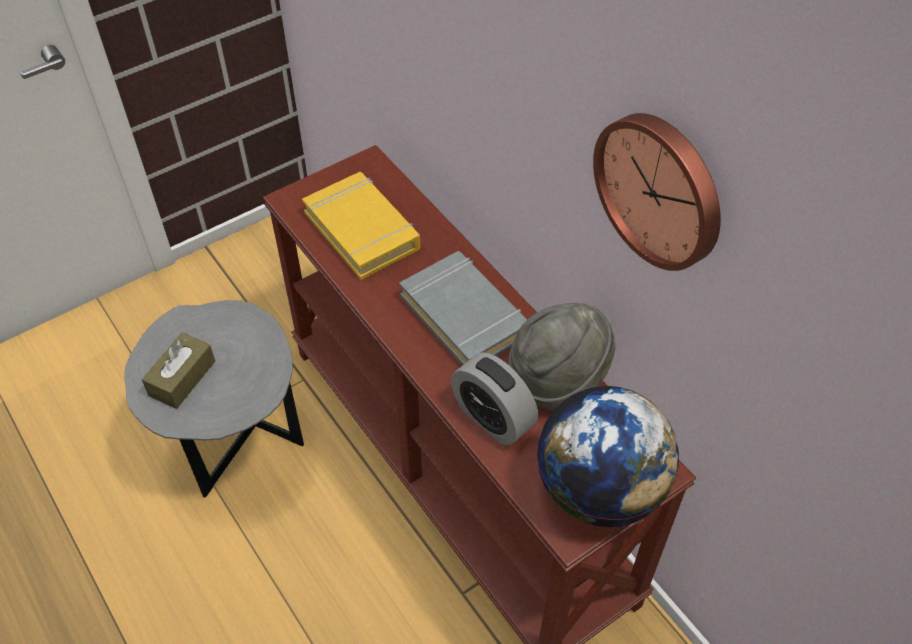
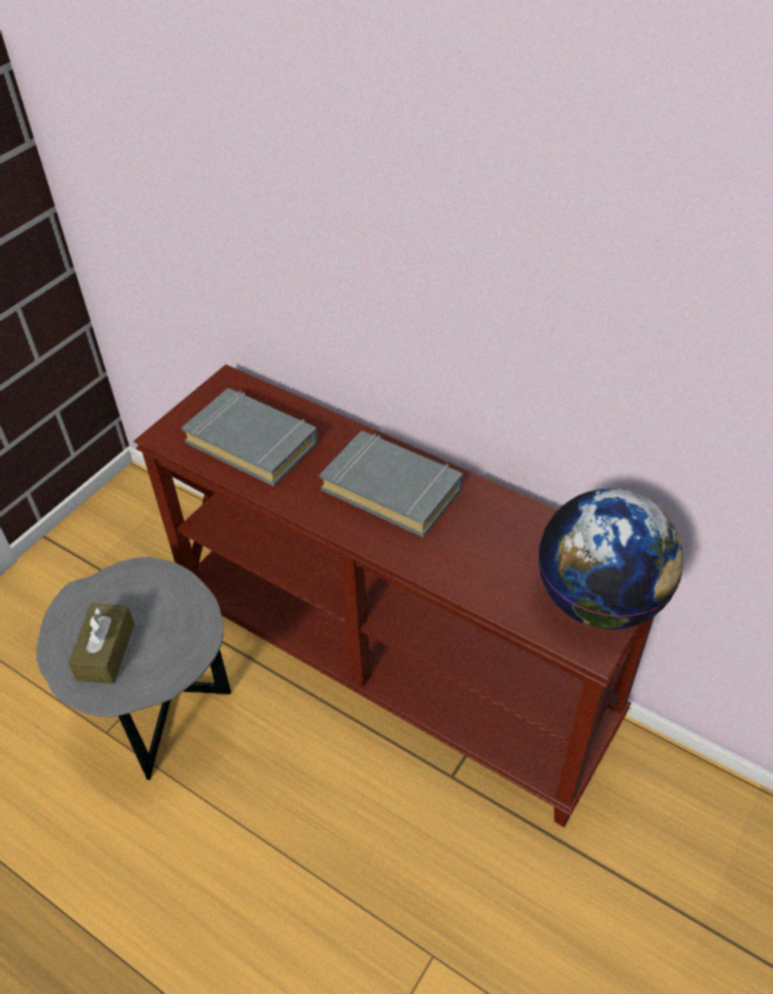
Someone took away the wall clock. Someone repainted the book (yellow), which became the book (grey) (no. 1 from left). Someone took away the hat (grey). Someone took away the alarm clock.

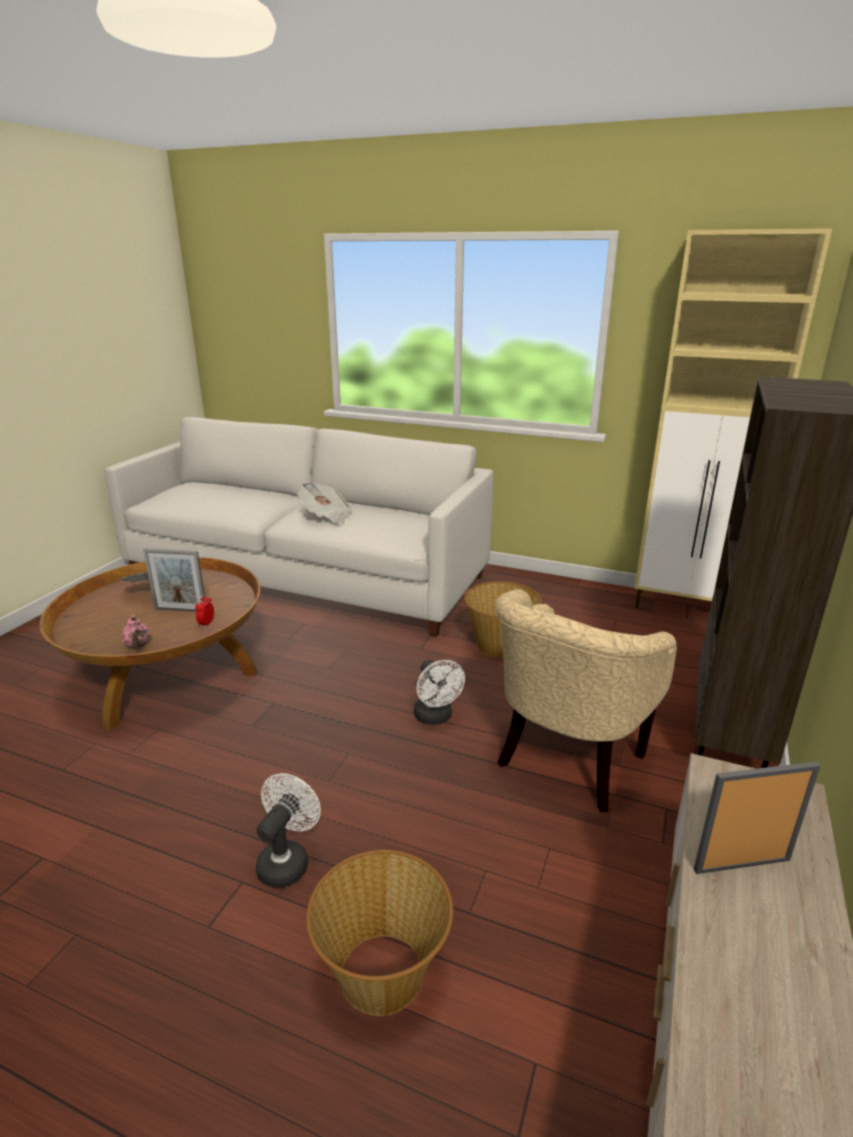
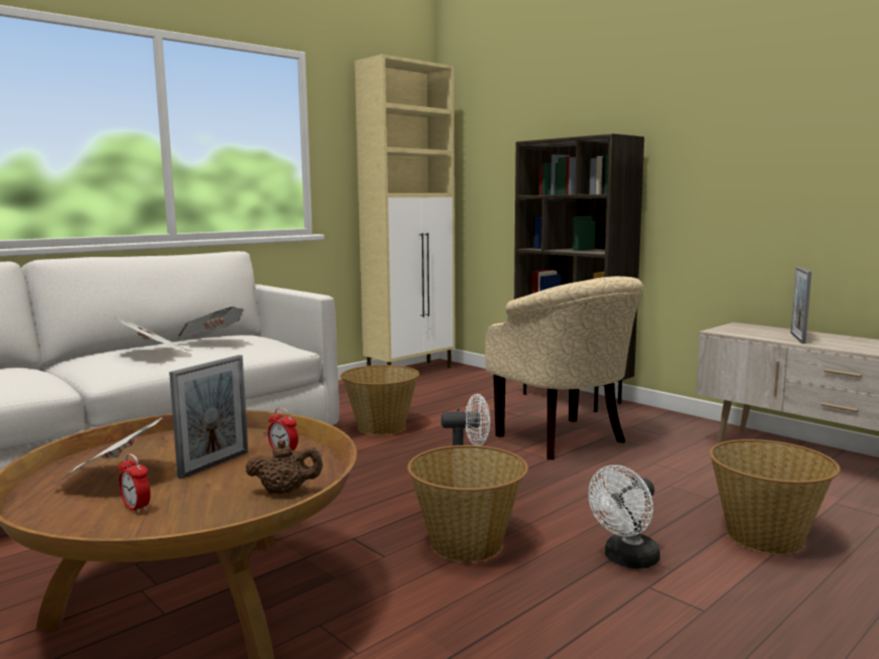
Someone repainted the teapot (pink), which became the teapot (brown). Someone rotated the fan (white) (no. 1 from left in the first image) by 90 degrees counterclockwise. Someone put down the newspaper (no. 3 from left). Someone put down the basket (no. 2 from left). Someone put down the alarm clock (no. 1 from left).

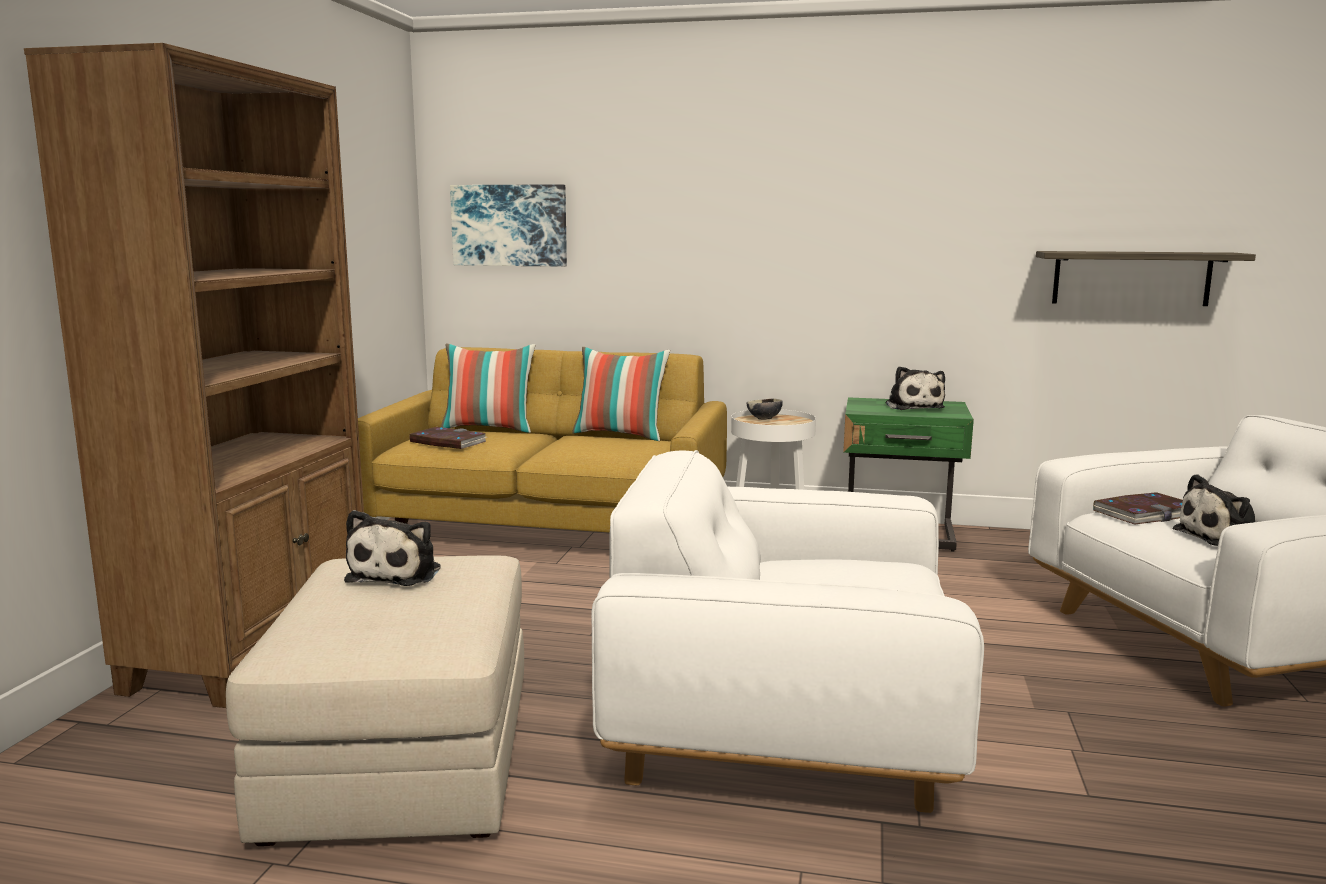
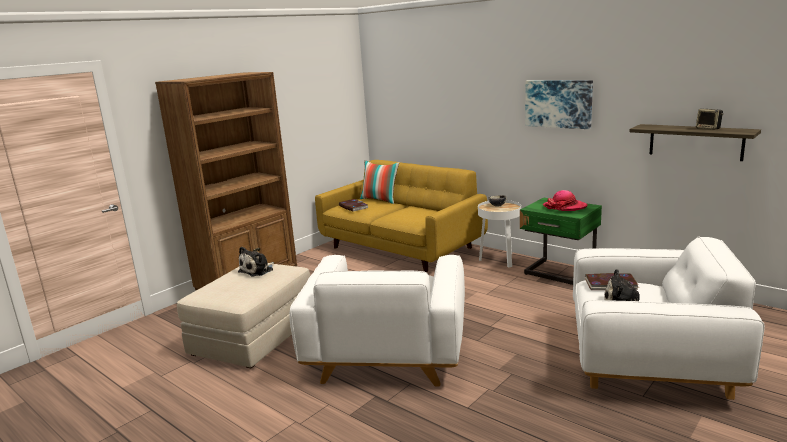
Someone carried the picture. Someone took away the pillow (no. 2 from left). Someone swapped the plush toy (no. 2 from left) for the hat. Someone rotated the armchair (white) (no. 1 from left) by 120 degrees counterclockwise. Someone put down the speaker.

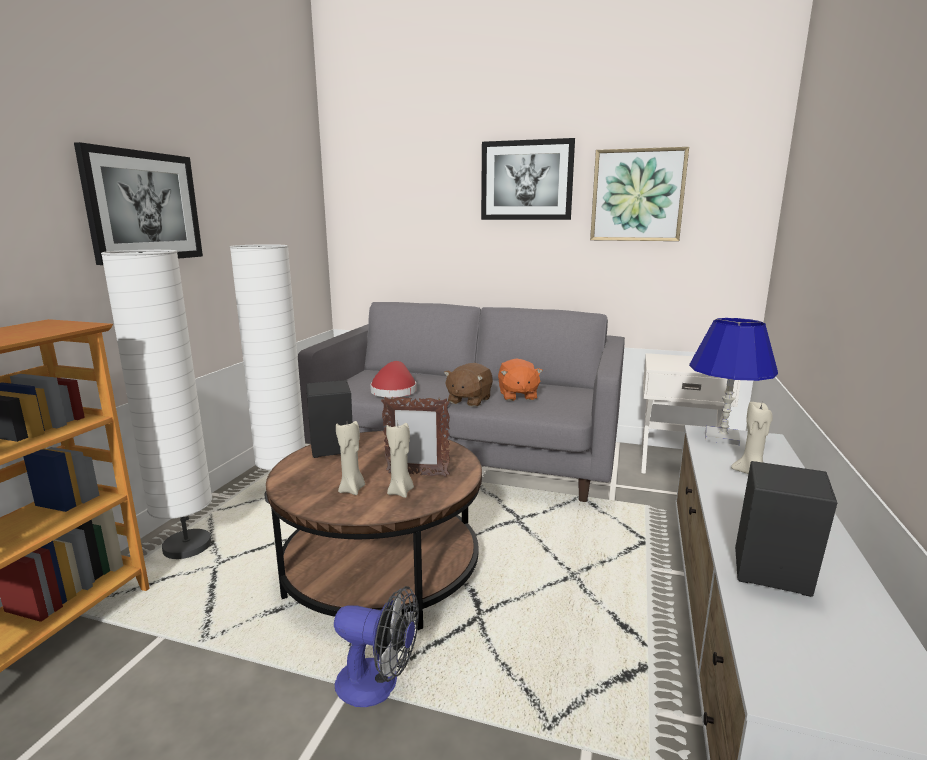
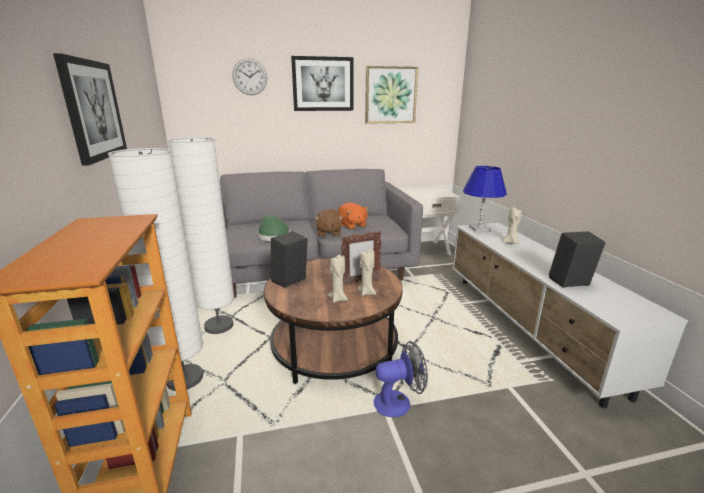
Someone repainted the hat (red), which became the hat (green). Someone put up the wall clock.

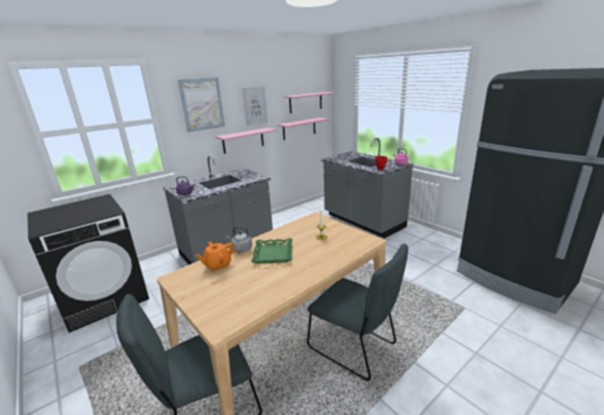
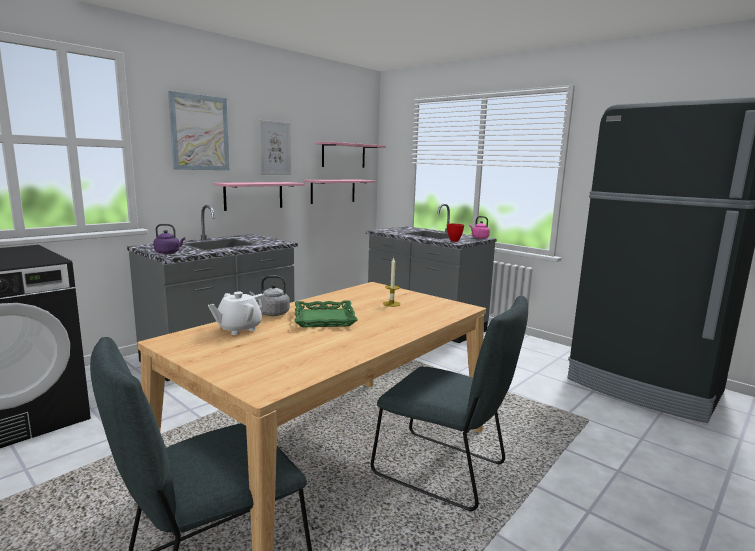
Someone repainted the teapot (orange), which became the teapot (white).

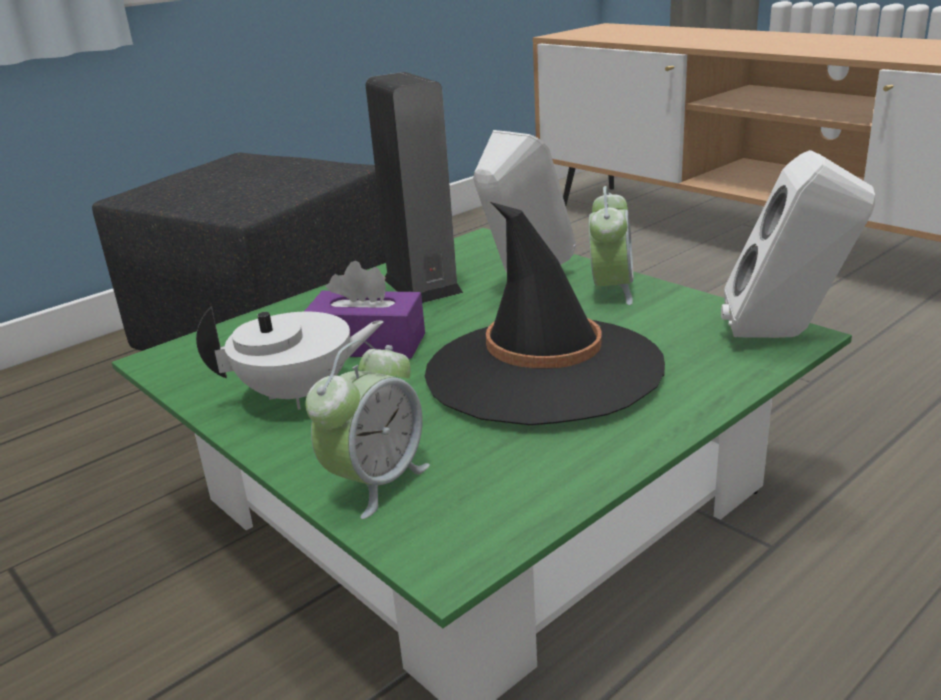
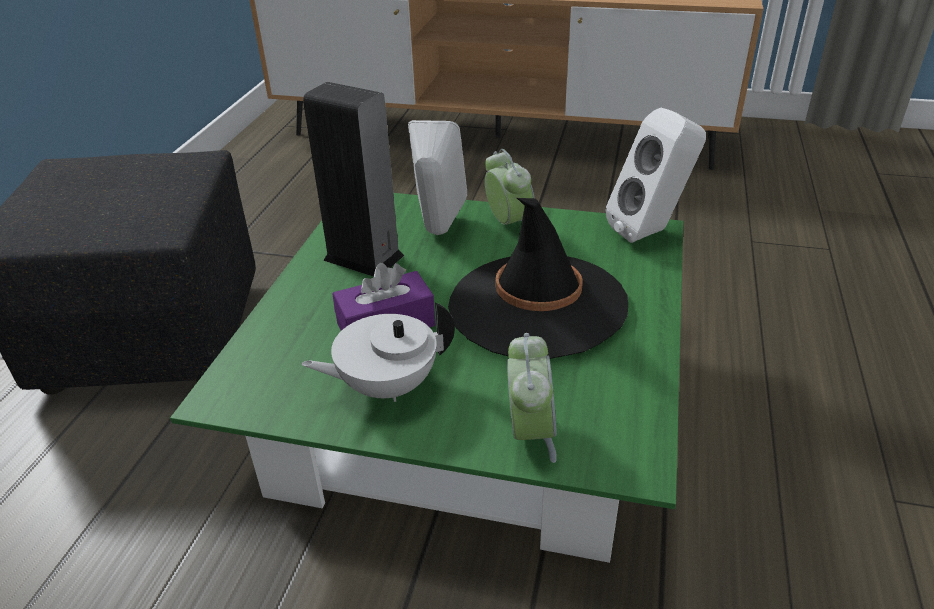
Someone rotated the teapot (white) by 150 degrees counterclockwise.

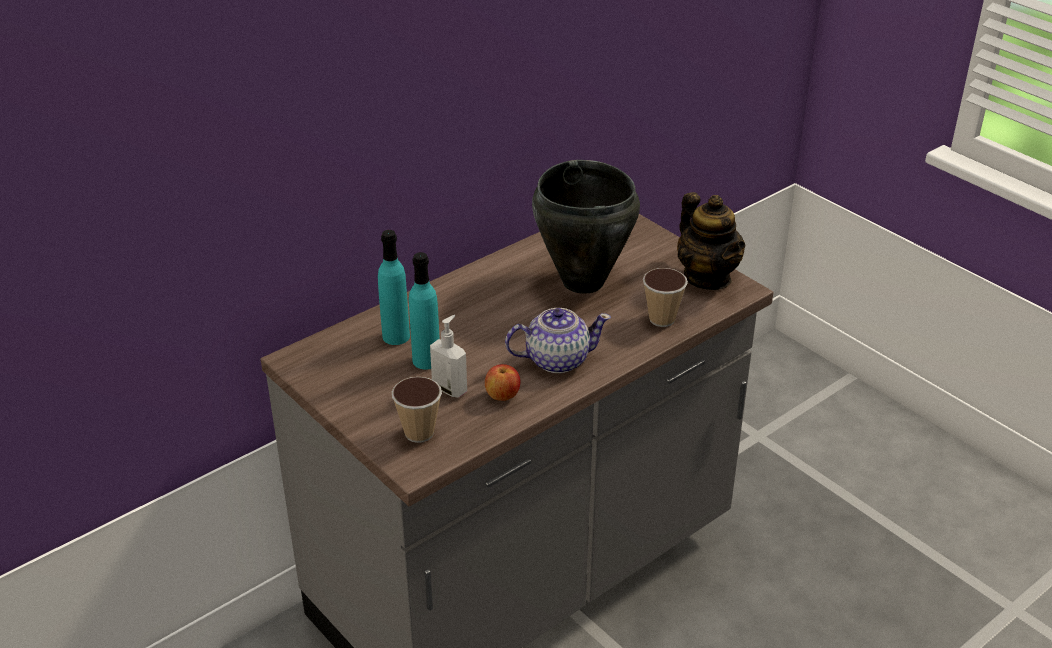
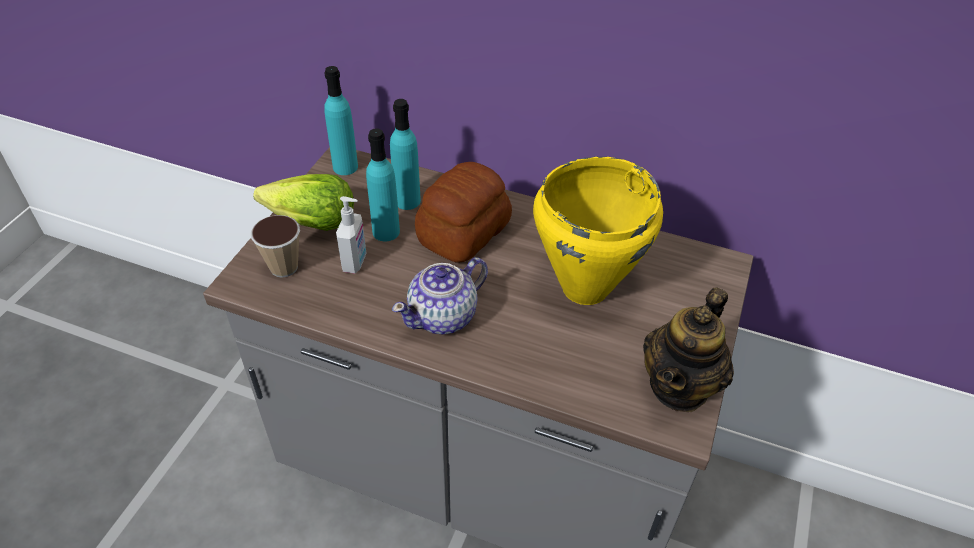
Someone repainted the cooking pot (black), which became the cooking pot (yellow). Someone took away the cup (no. 2 from left). Someone rotated the teapot (no. 1 from left) by 90 degrees clockwise. Someone took away the apple. Someone put down the bottle (turquoise) (no. 1 from left). Someone put down the bread. Someone put down the lettuce.

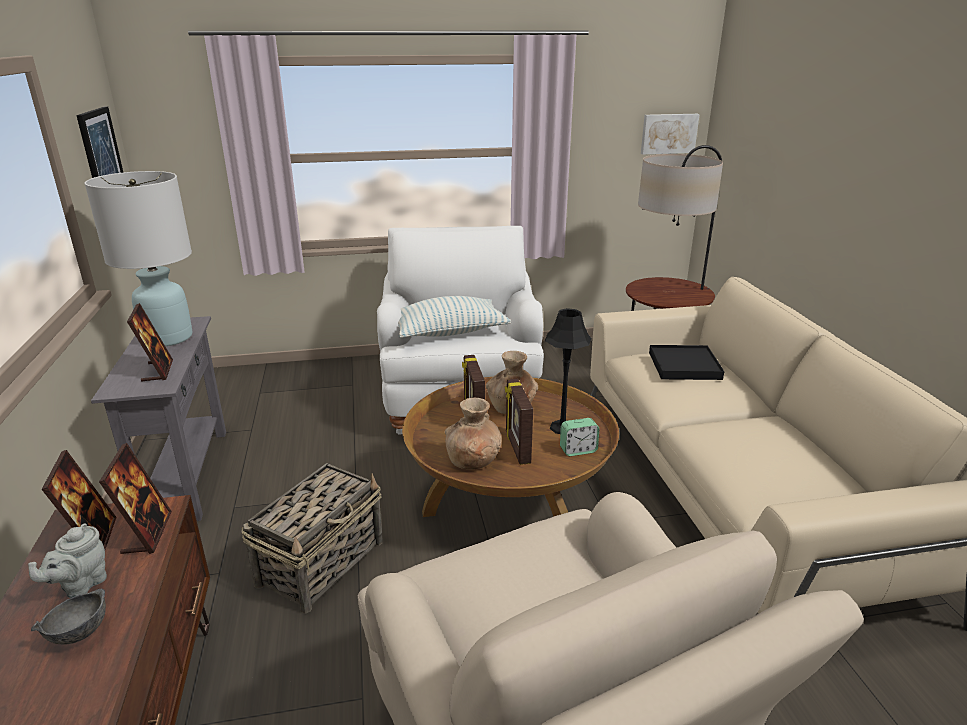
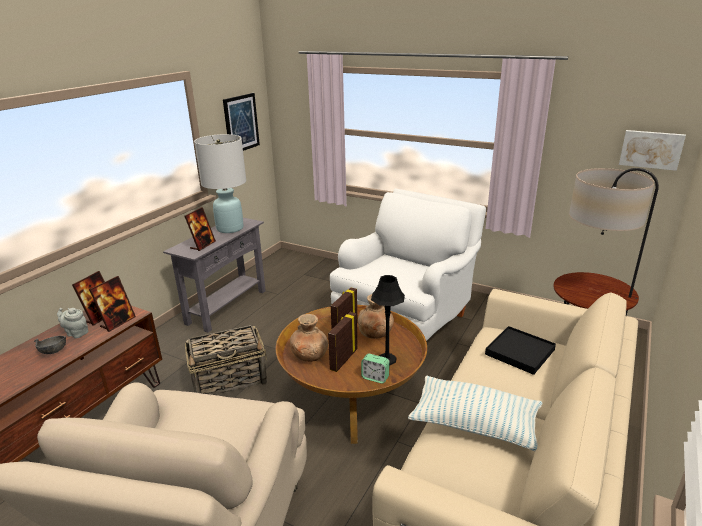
Someone carried the pillow. Someone rotated the teapot (grey) by 45 degrees clockwise.

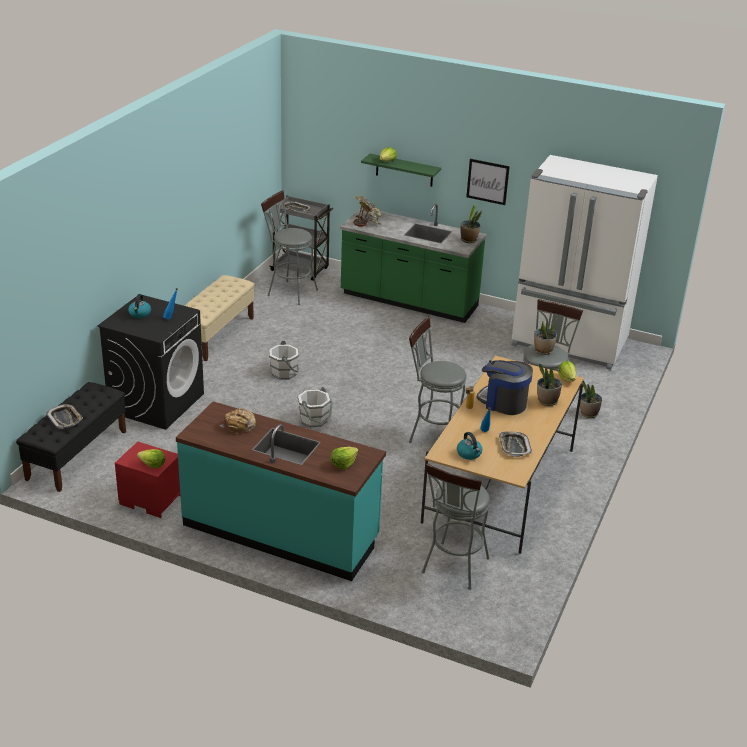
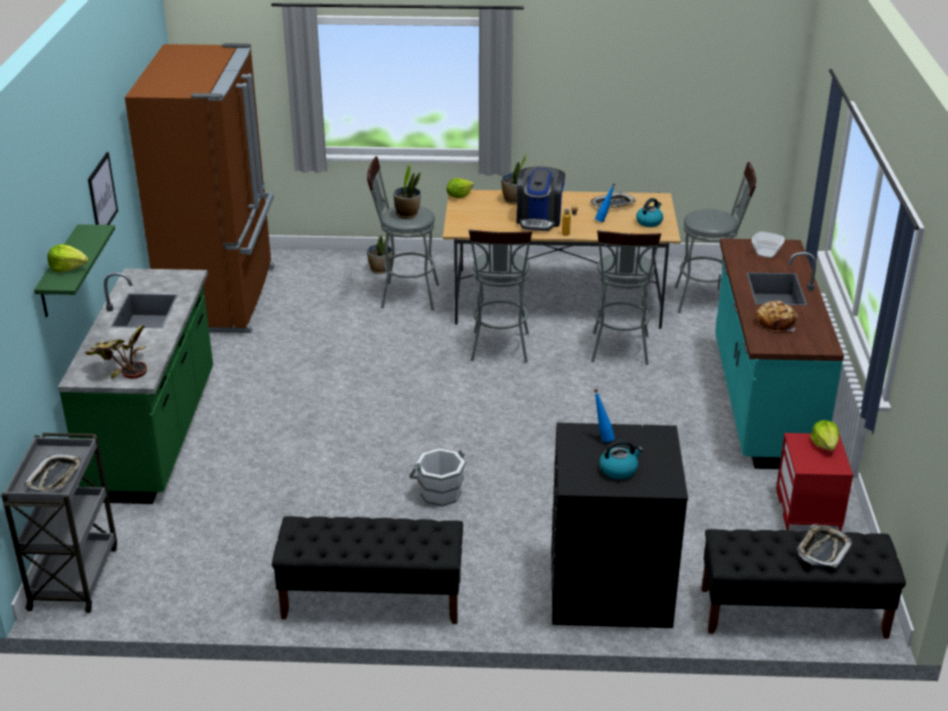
Someone repainted the fridge (white), which became the fridge (brown). Someone carried the stool (grey) (no. 1 from left in the first image). Someone took away the potted plant (no. 2 from left). Someone repainted the bench (beige), which became the bench (black) (no. 1 from left). Someone took away the bucket (white) (no. 2 from left). Someone swapped the lettuce (no. 2 from left) for the bowl.

